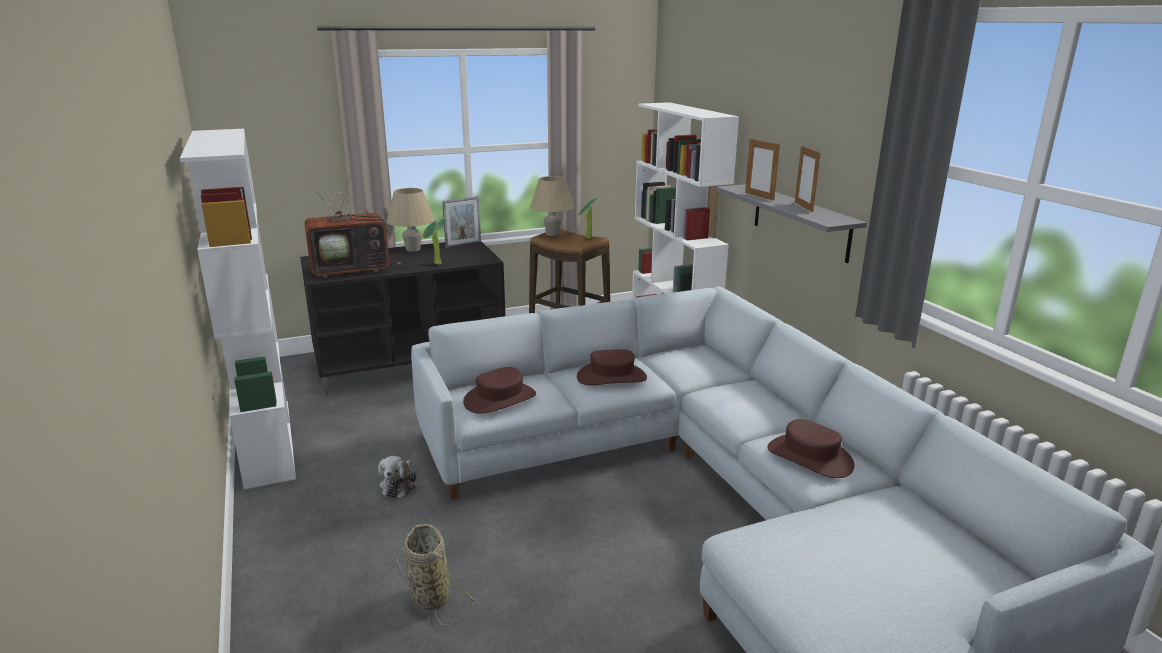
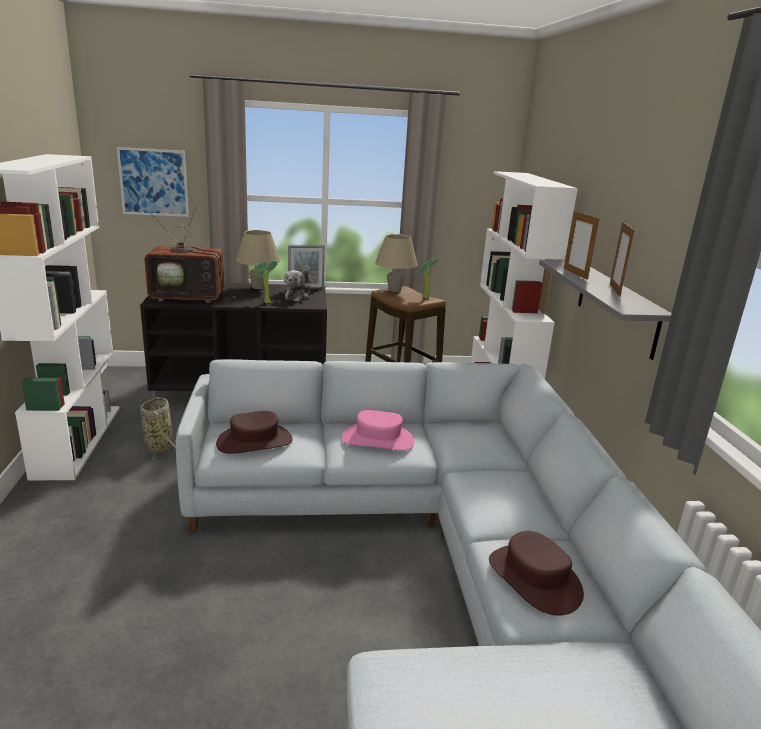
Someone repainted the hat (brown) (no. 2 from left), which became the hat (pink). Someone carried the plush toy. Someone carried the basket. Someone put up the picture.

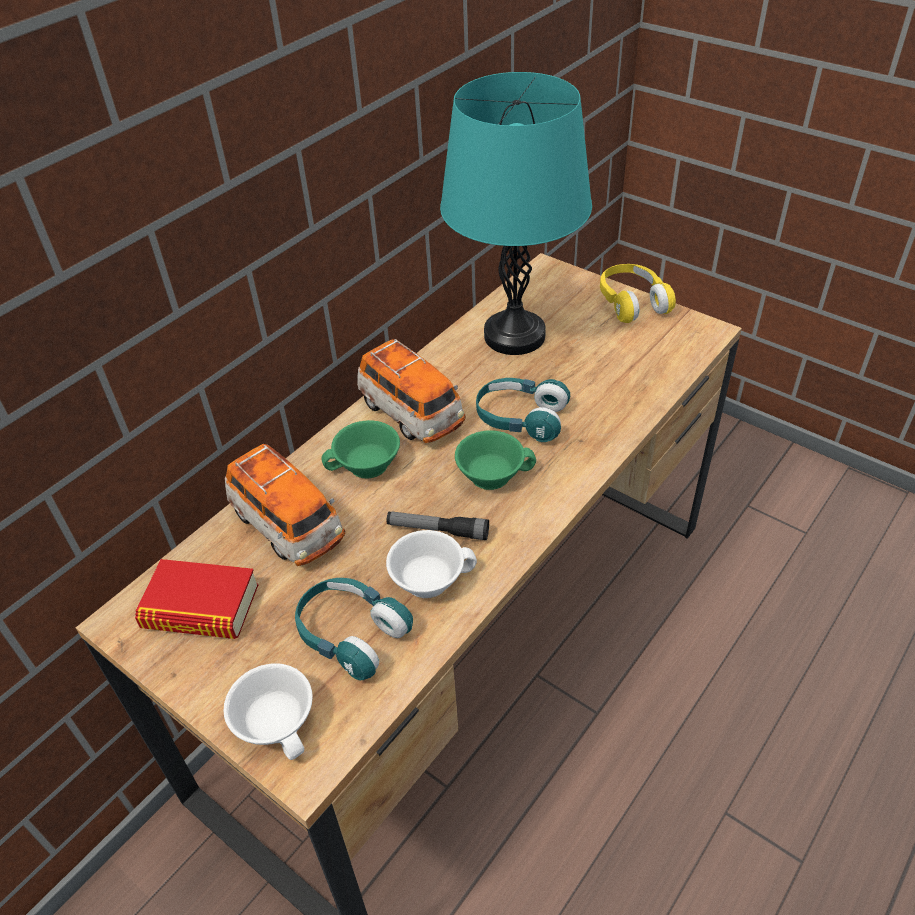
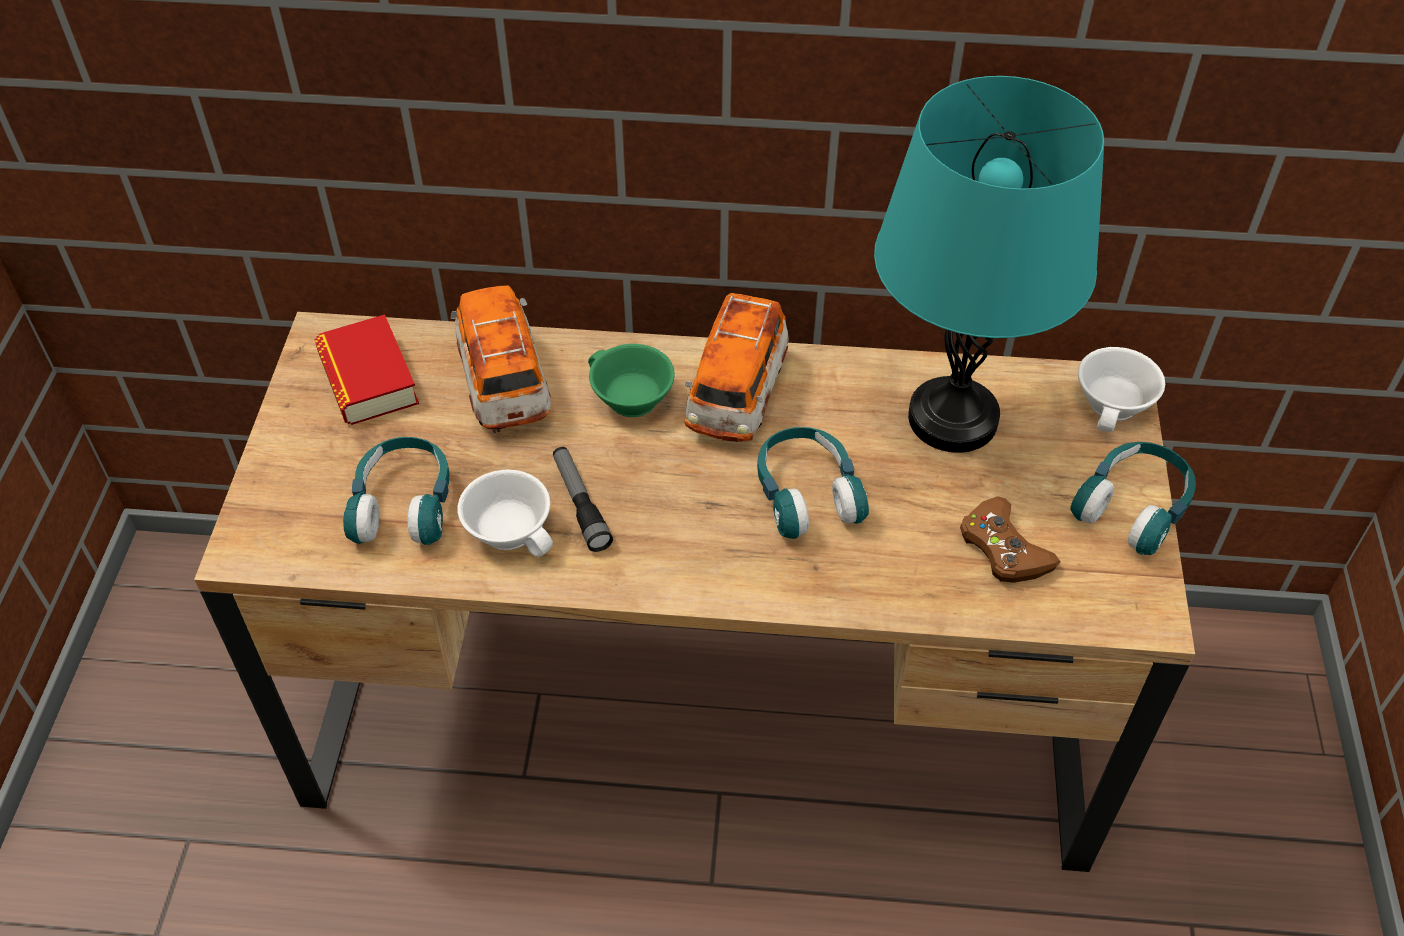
Someone repainted the headphones (yellow), which became the headphones (turquoise) (no. 3 from left). Someone took away the cup (green) (no. 2 from left). Someone rotated the toy car (no. 1 from left) by 150 degrees clockwise. Someone carried the cup (white) (no. 1 from left in the first image). Someone put down the game controller (brown).

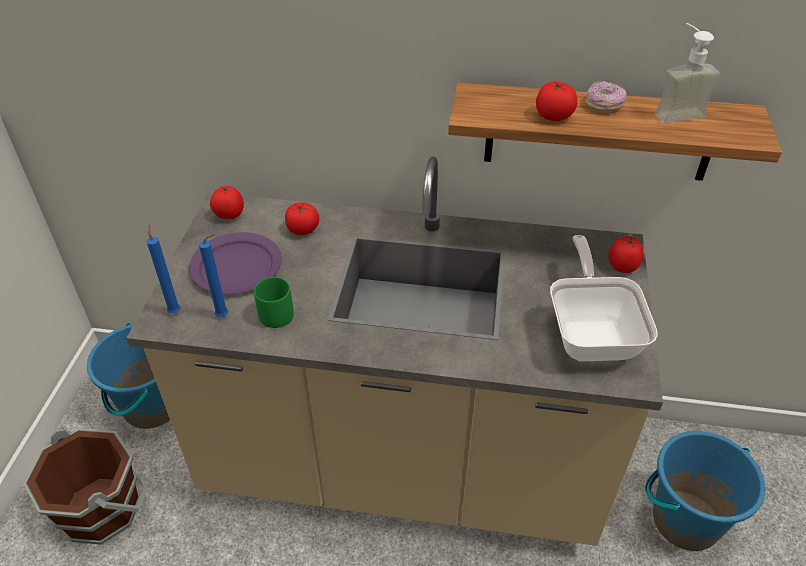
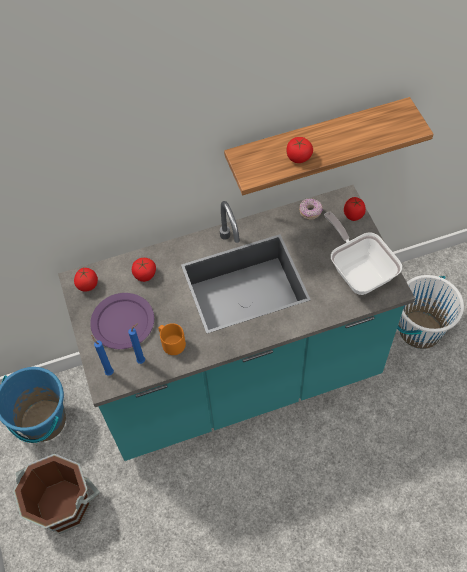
Someone took away the soap dispenser. Someone carried the donut. Someone repainted the counter (beige), which became the counter (turquoise). Someone repainted the mug (green), which became the mug (orange). Someone repainted the bucket (blue) (no. 2 from left), which became the bucket (white).

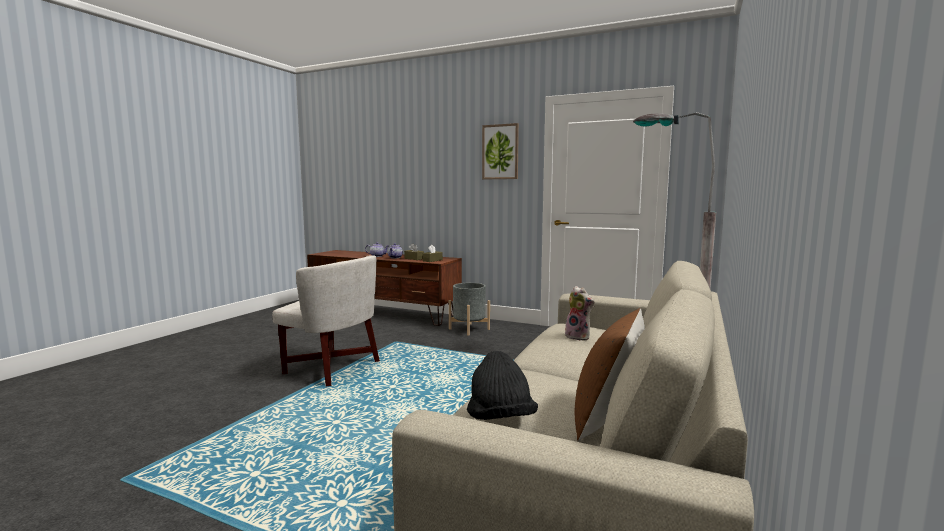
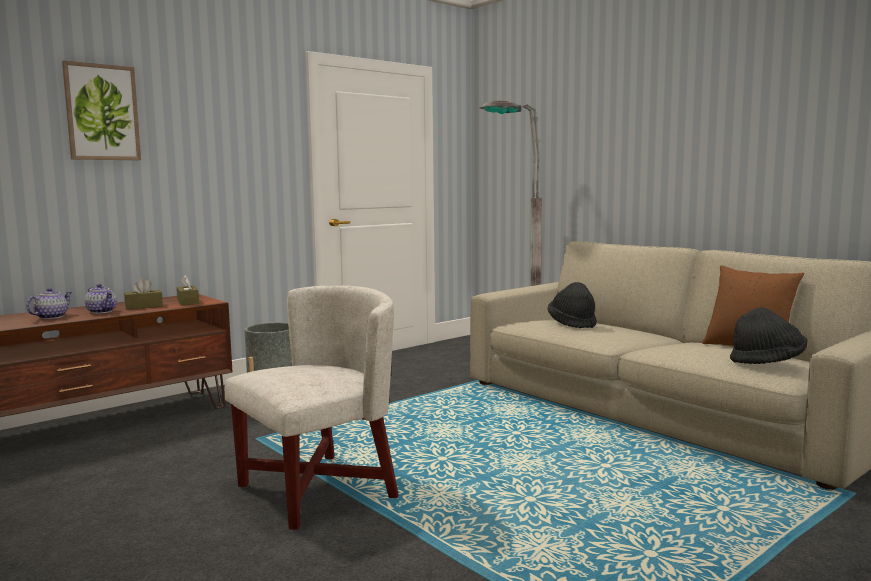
Someone carried the picture. Someone swapped the plush toy for the hat (black) (no. 1 from left).

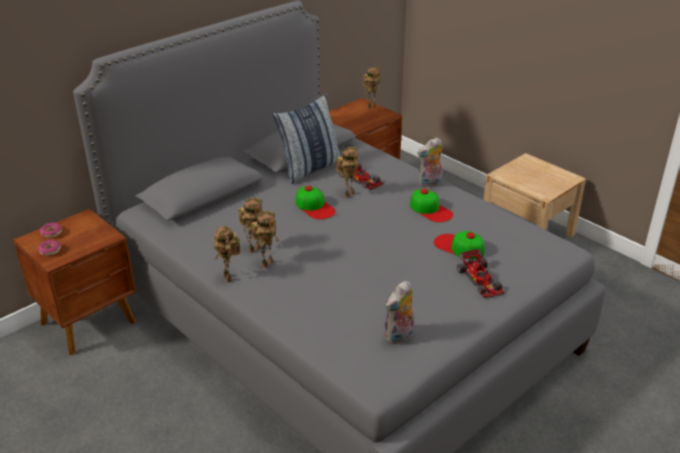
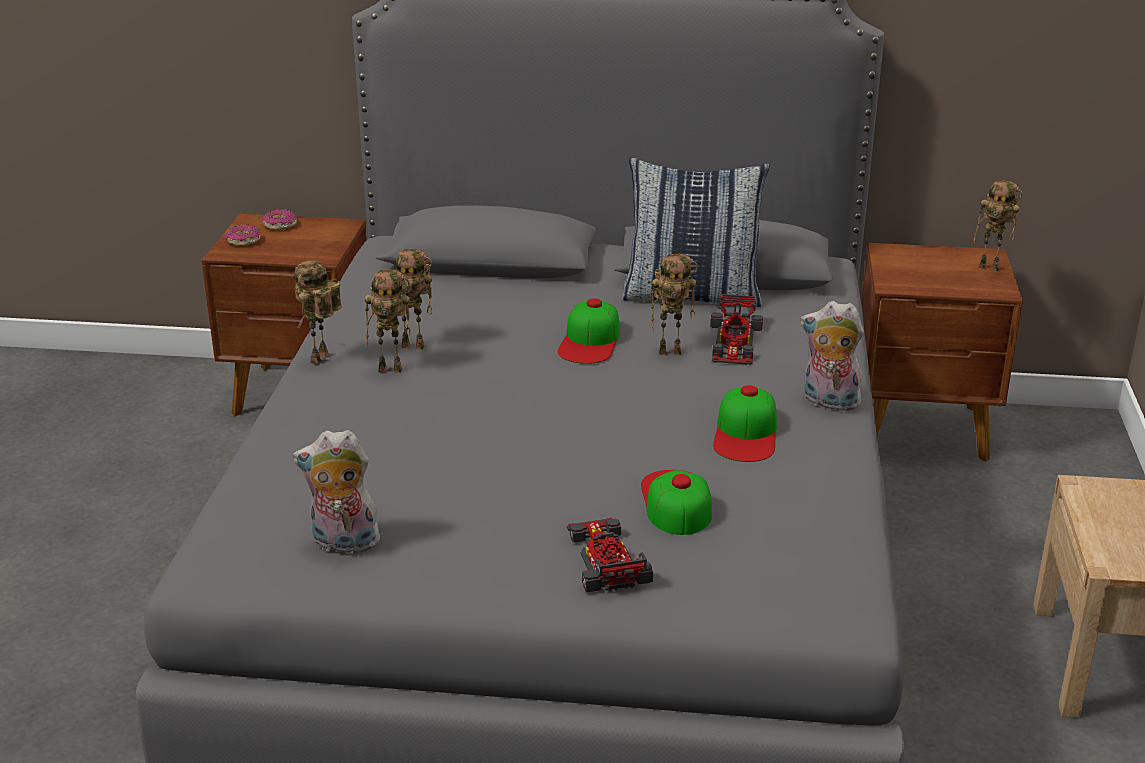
Someone rotated the toy car (no. 2 from left in the first image) by 135 degrees clockwise.

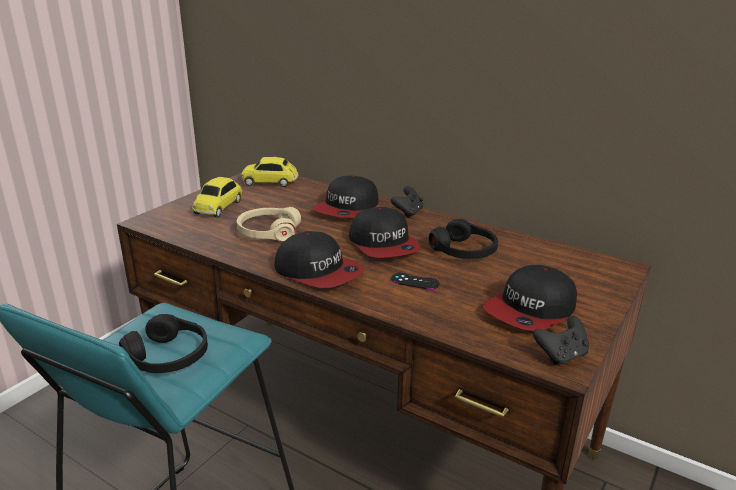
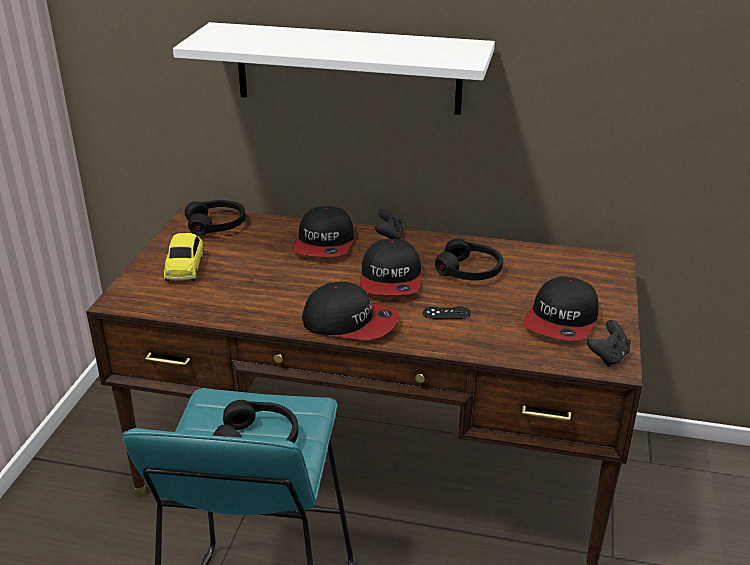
Someone swapped the toy car (no. 2 from left) for the headphones (black) (no. 1 from left). Someone took away the headphones (beige). Someone rotated the cap (no. 3 from left) by 45 degrees clockwise. Someone put up the shelf (white).

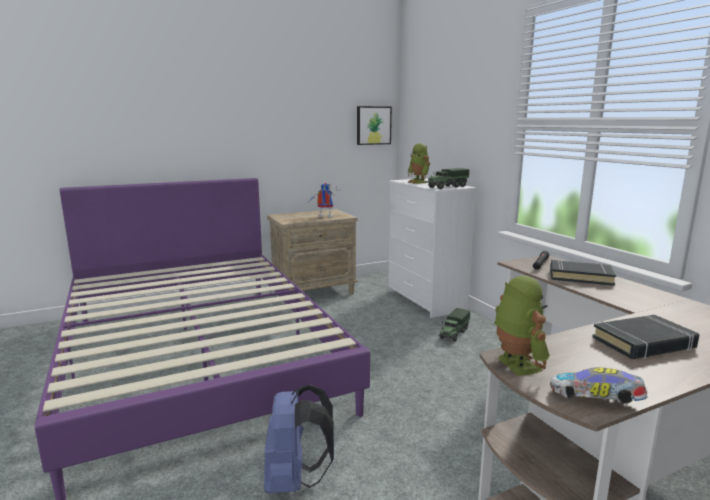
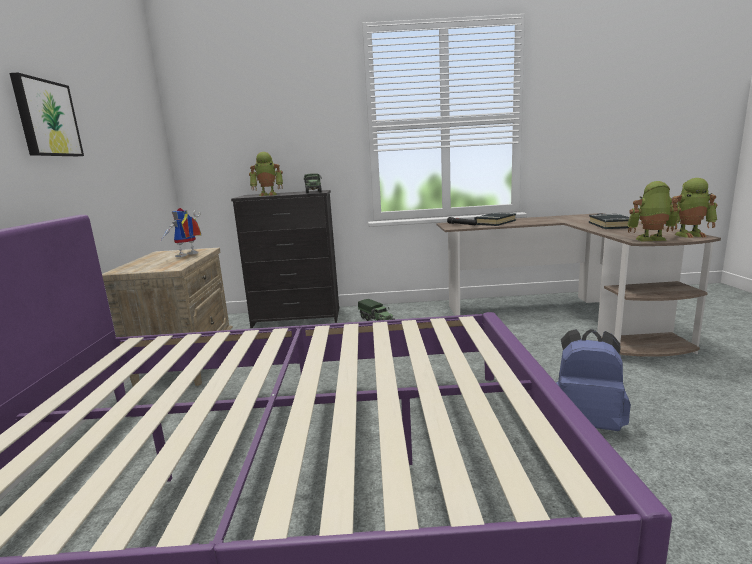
Someone carried the picture. Someone repainted the dresser (white), which became the dresser (black). Someone swapped the toy car for the toy robot (no. 4 from left).

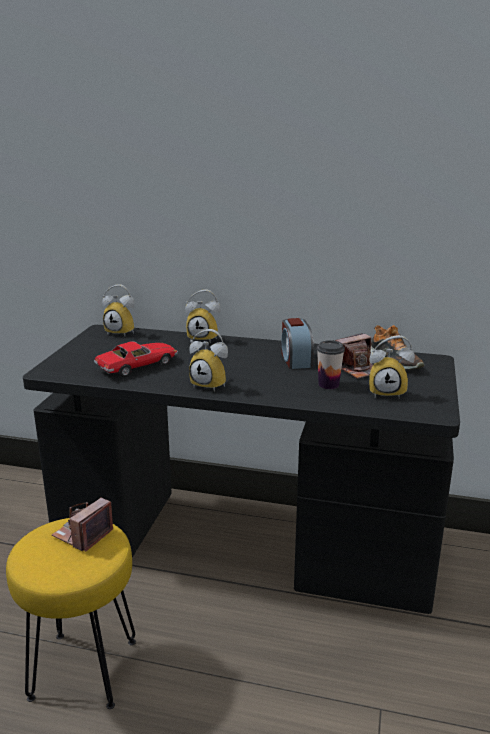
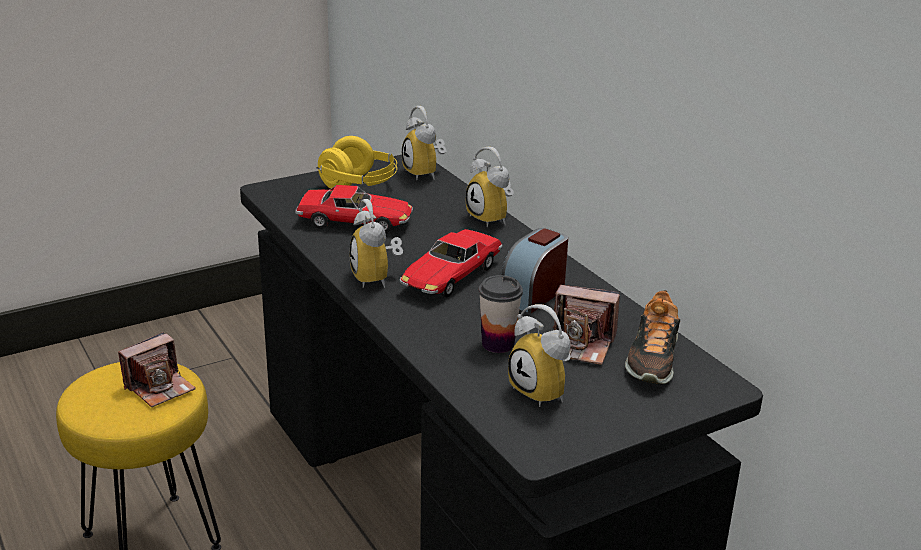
Someone rotated the photo camera (no. 1 from left) by 150 degrees clockwise. Someone put down the headphones (yellow). Someone put down the toy car (no. 2 from left).

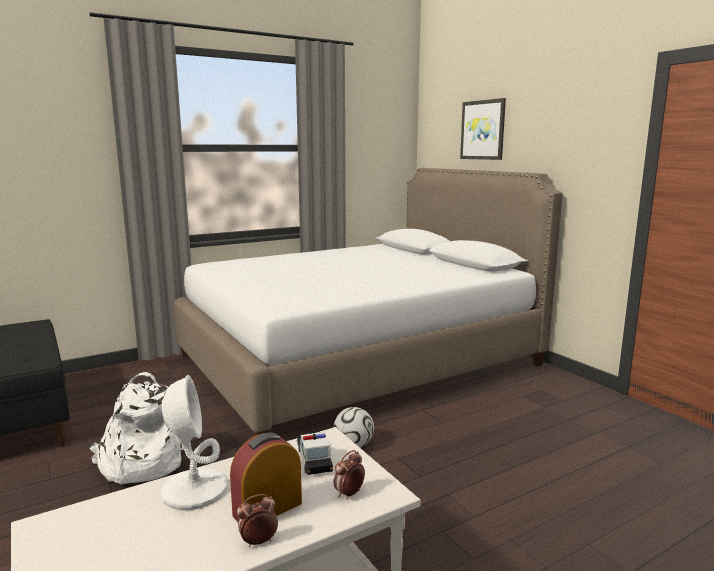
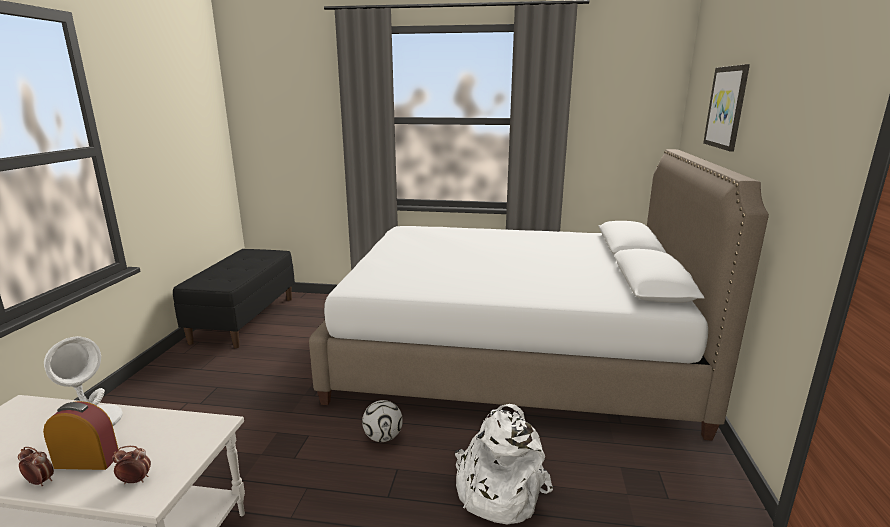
Someone carried the backpack (white). Someone took away the toy car.

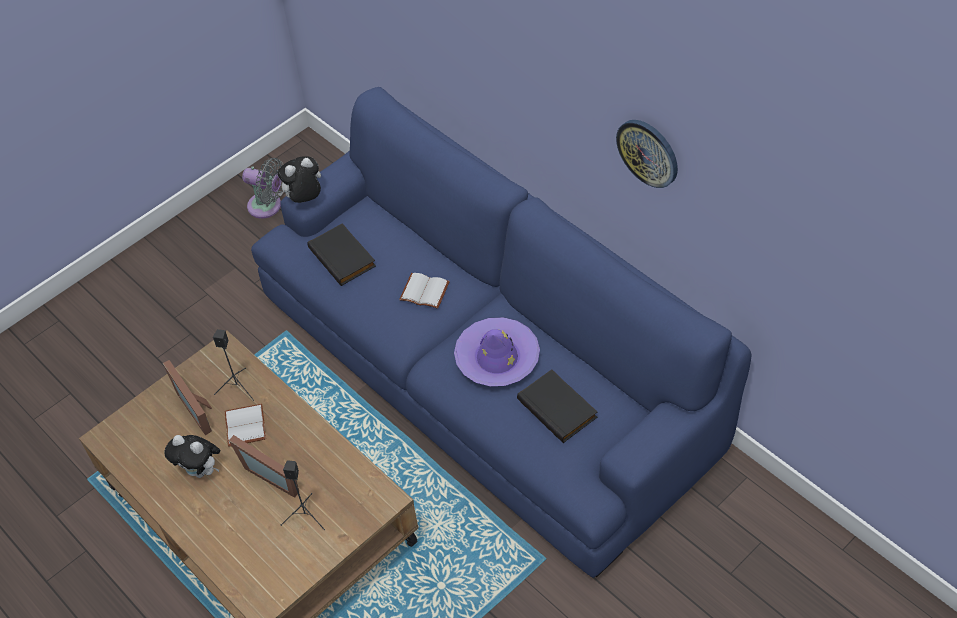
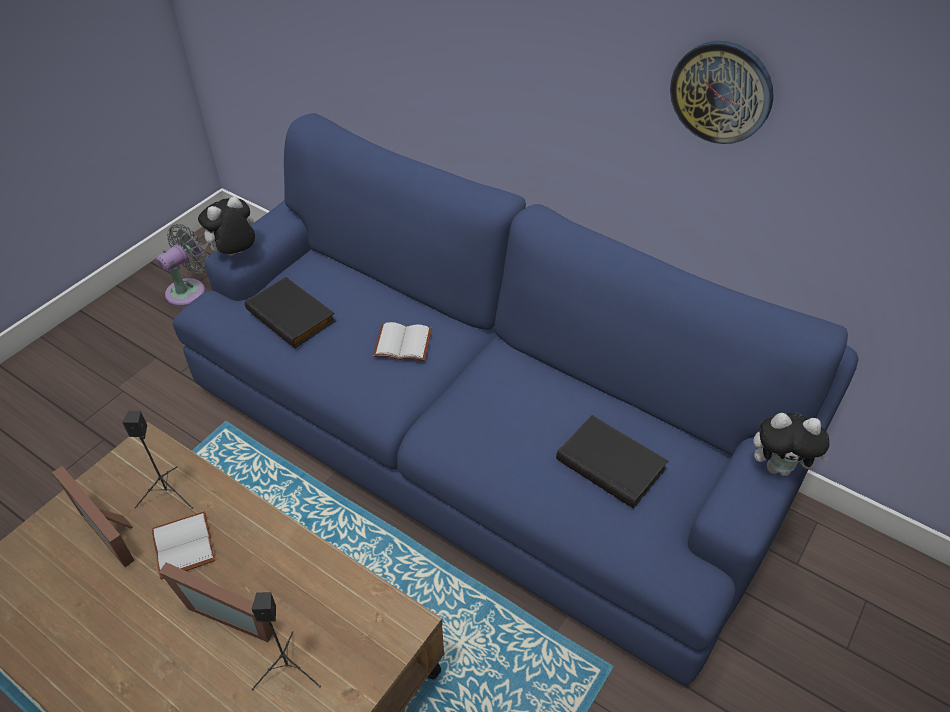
Someone rotated the fan (grey) by 60 degrees counterclockwise. Someone took away the hat (purple). Someone carried the plush toy (no. 1 from left in the first image).

